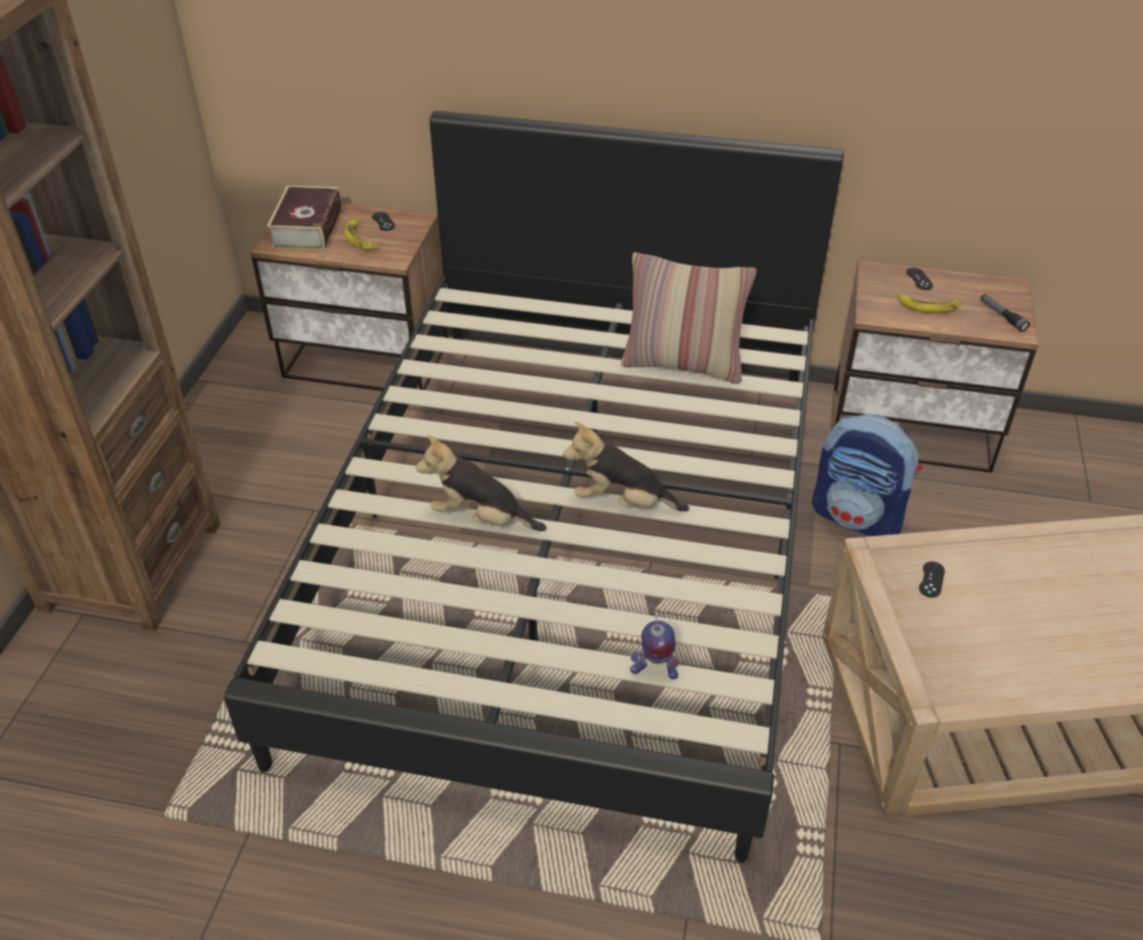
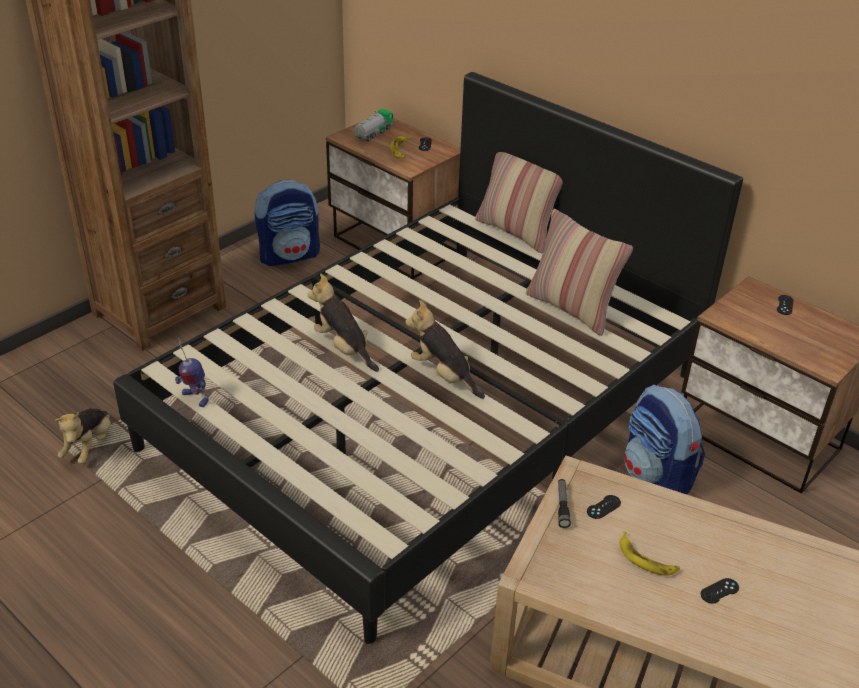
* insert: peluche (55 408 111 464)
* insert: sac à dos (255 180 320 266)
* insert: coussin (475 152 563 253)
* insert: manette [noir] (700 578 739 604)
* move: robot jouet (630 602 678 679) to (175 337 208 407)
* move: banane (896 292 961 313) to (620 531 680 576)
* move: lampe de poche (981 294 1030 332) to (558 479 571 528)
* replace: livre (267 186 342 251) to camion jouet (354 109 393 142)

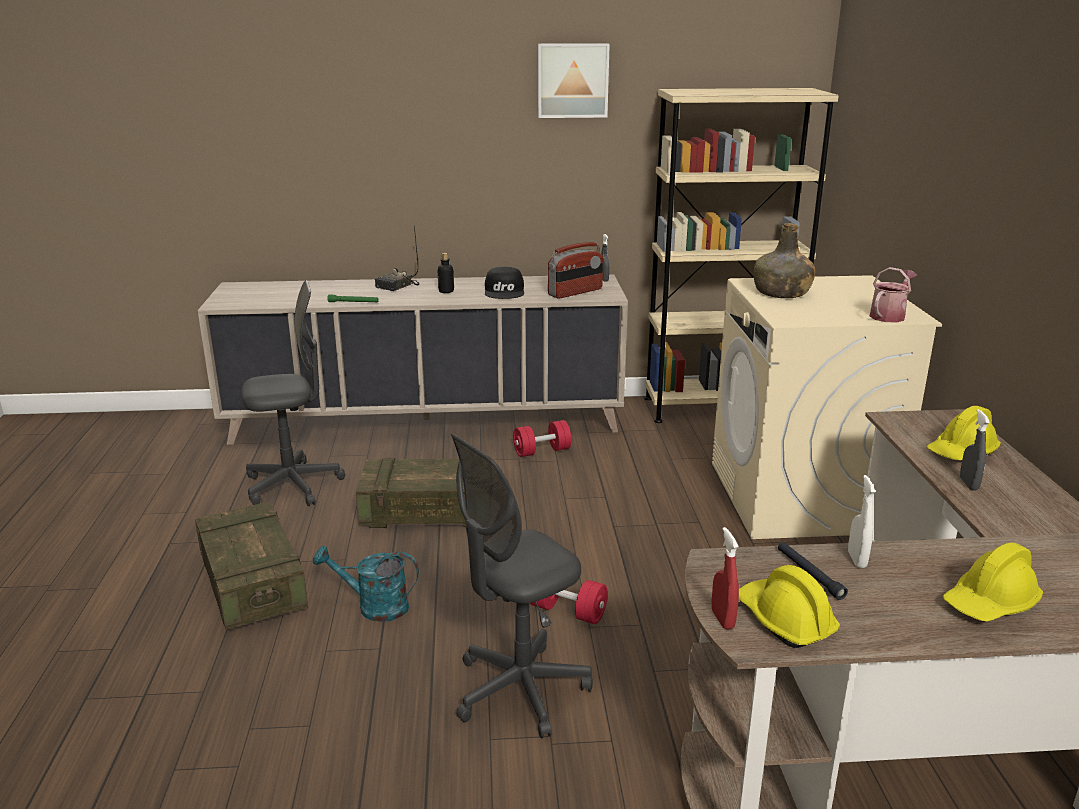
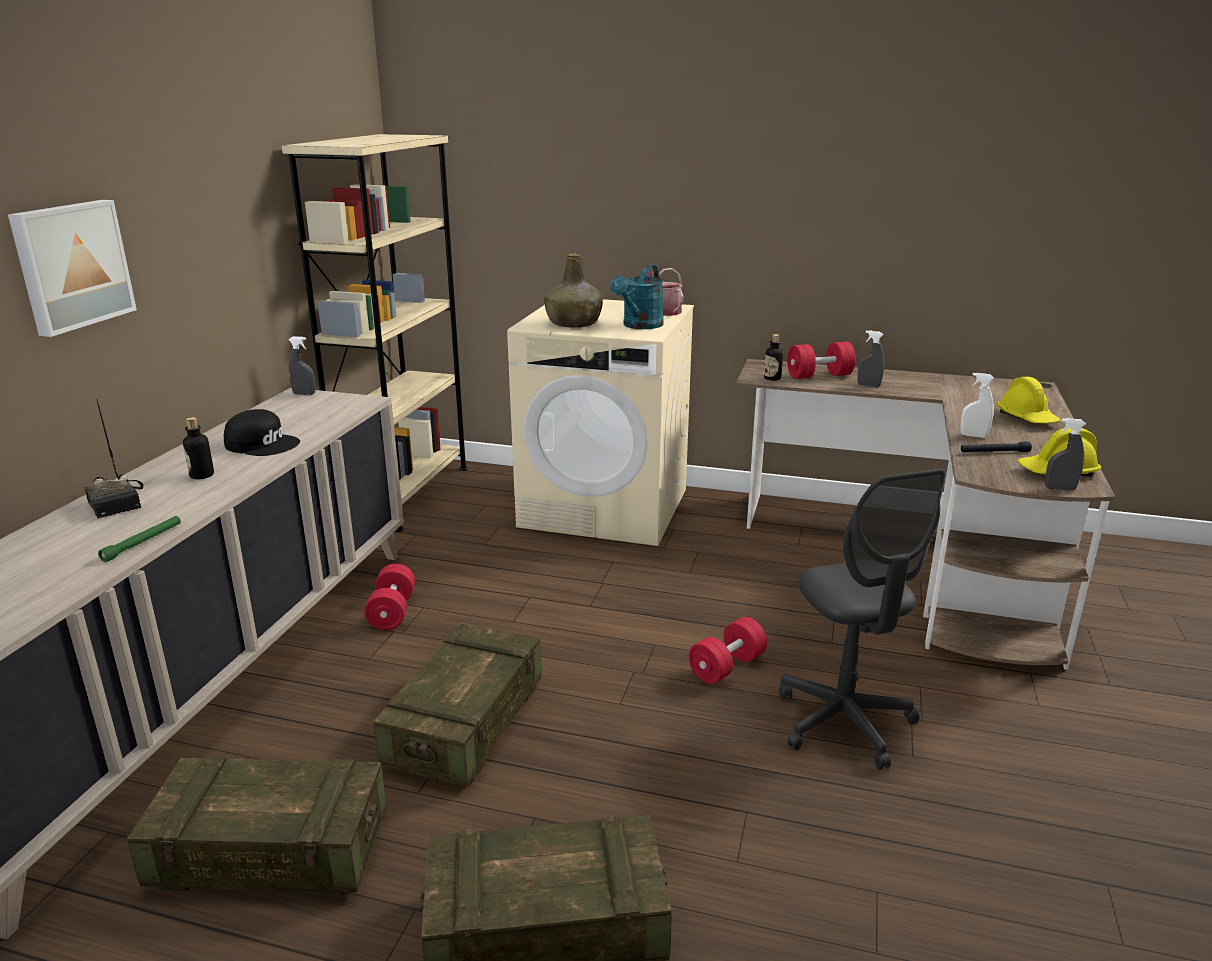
* delete: radio (548 242 603 299)
* insert: bouteille (764 334 783 381)
* move: arrosoir [turquoise] (313 546 419 622) to (610 265 664 329)
* move: tableau (538 43 610 118) to (8 200 137 337)
* replace: chaise de bureau [gris] (241 280 345 506) to caisse (127 757 386 896)
* replace: casque de chantier [jaune] (926 406 1001 460) to haltère [rouge] (787 341 855 379)
* recolor: vaporisateur [rouge] (712 527 739 630) to vaporisateur [gris] (1045 418 1086 491)

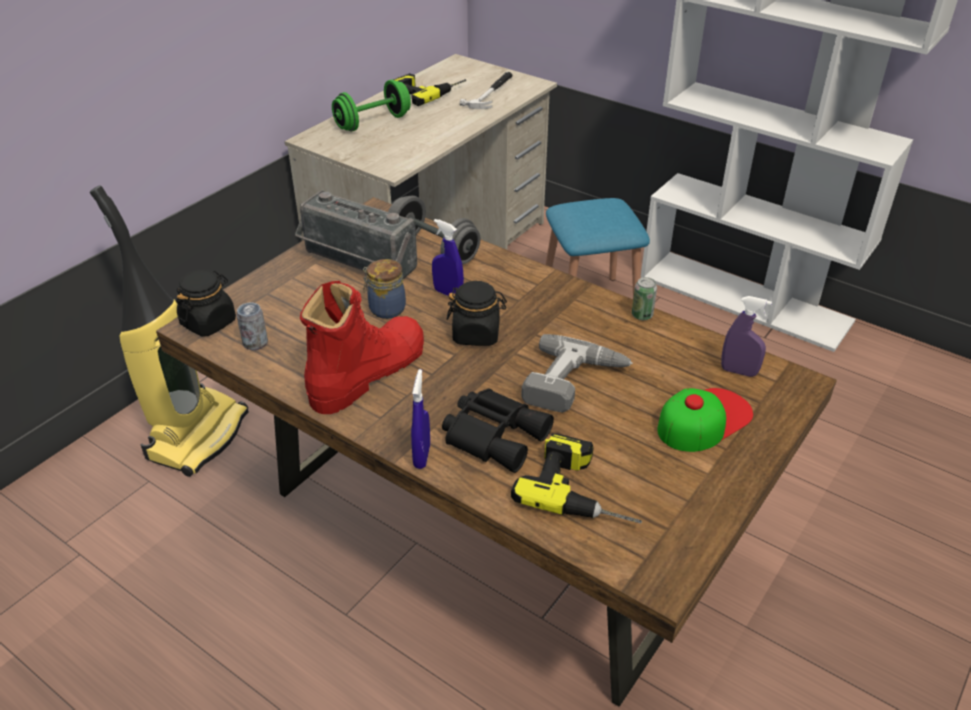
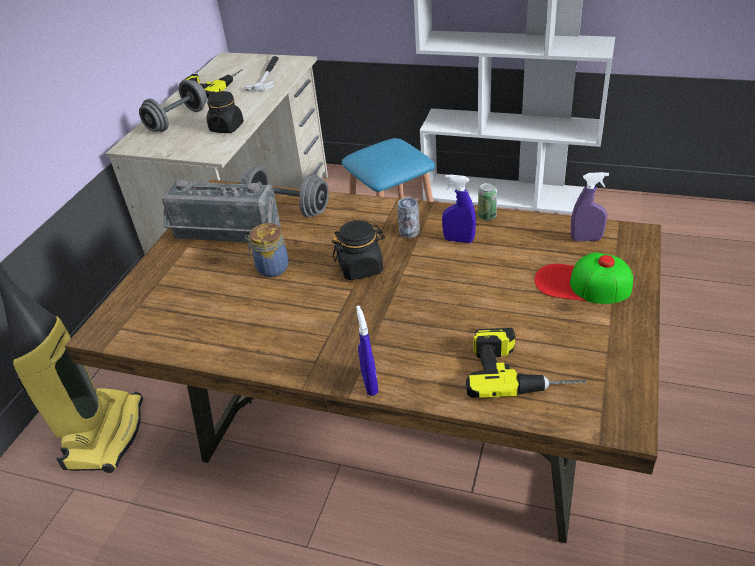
* delete: botte [rouge] (300 281 424 414)
* delete: jumelles [noir] (442 389 554 473)
* delete: perceuse (521 334 633 413)
* move: bocal [noir] (176 270 236 337) to (206 91 244 133)
* move: boîte métallique (237 302 268 350) to (397 198 420 238)
* move: vaporisateur [bleu] (432 219 464 296) to (442 174 476 243)
* recolor: haltère [vert] (332 80 411 131) to haltère [gris] (139 80 207 132)
* rotate: casquette (658 388 753 452) = (534 252 633 304) 105 degrees counterclockwise

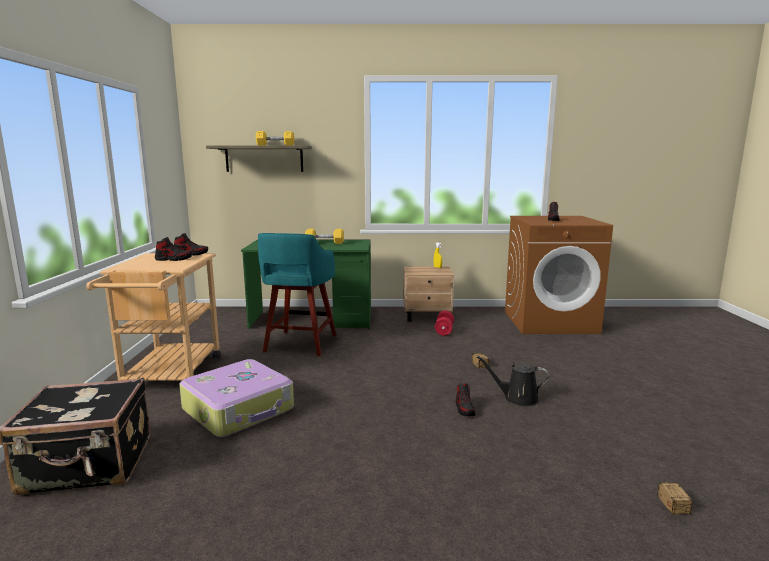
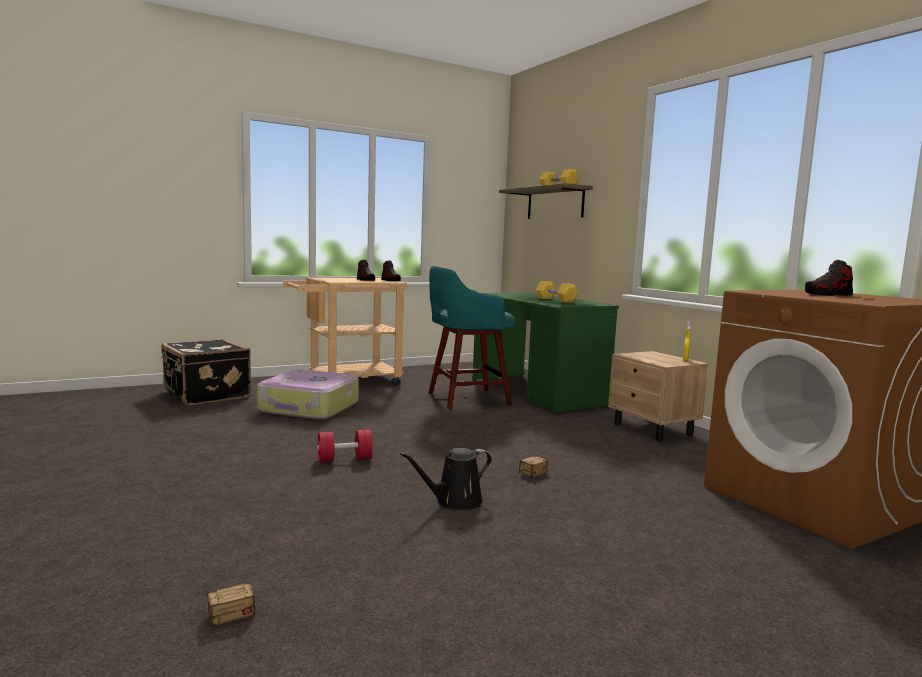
* delete: chaussure (456 383 475 416)
* move: haltère [rouge] (435 310 454 336) to (317 430 373 462)
* rotate: arrosoir [noir] (477 356 549 406) = (400 448 492 510) 105 degrees counterclockwise

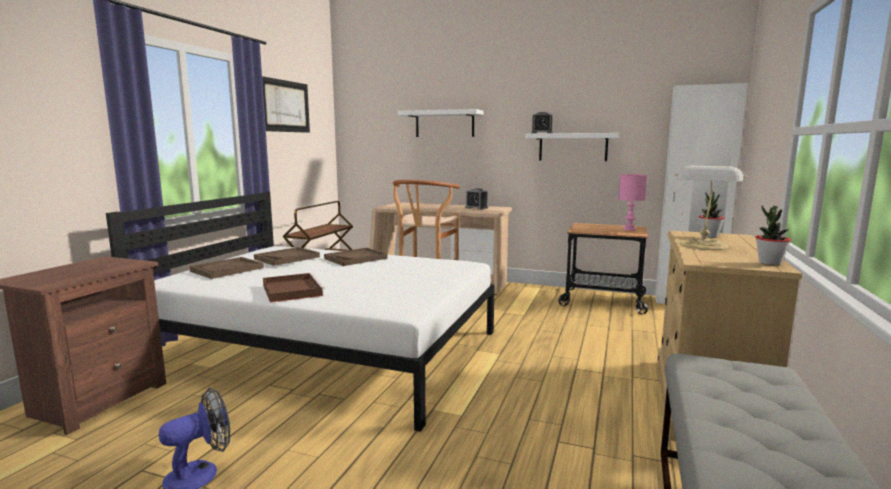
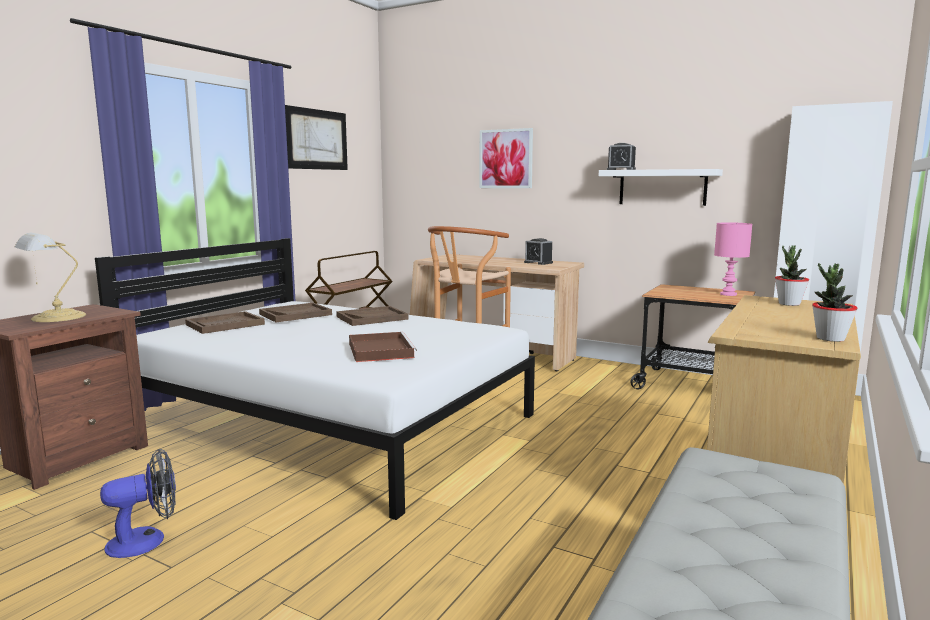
* move: plateau [marron] (263 273 325 303) to (349 332 417 362)
* move: lampe de table (675 166 747 250) to (15 233 86 322)
* replace: étagère [blanc] (398 109 483 137) to tableau (479 128 533 188)

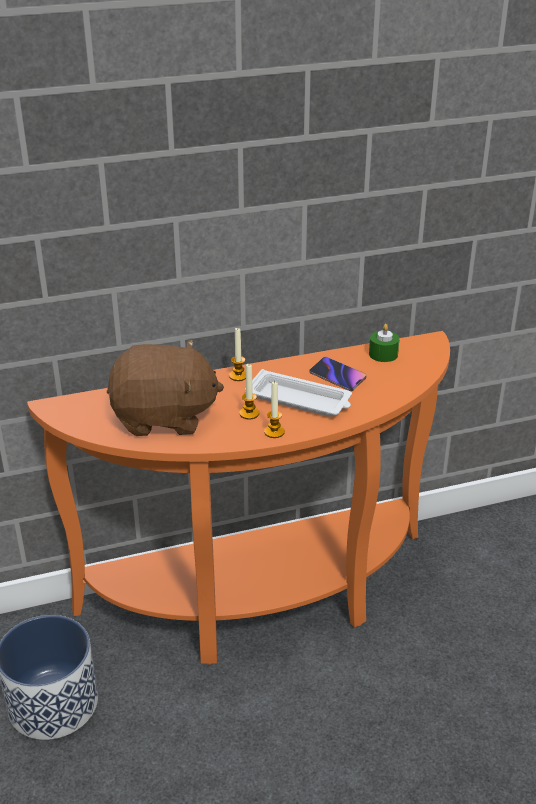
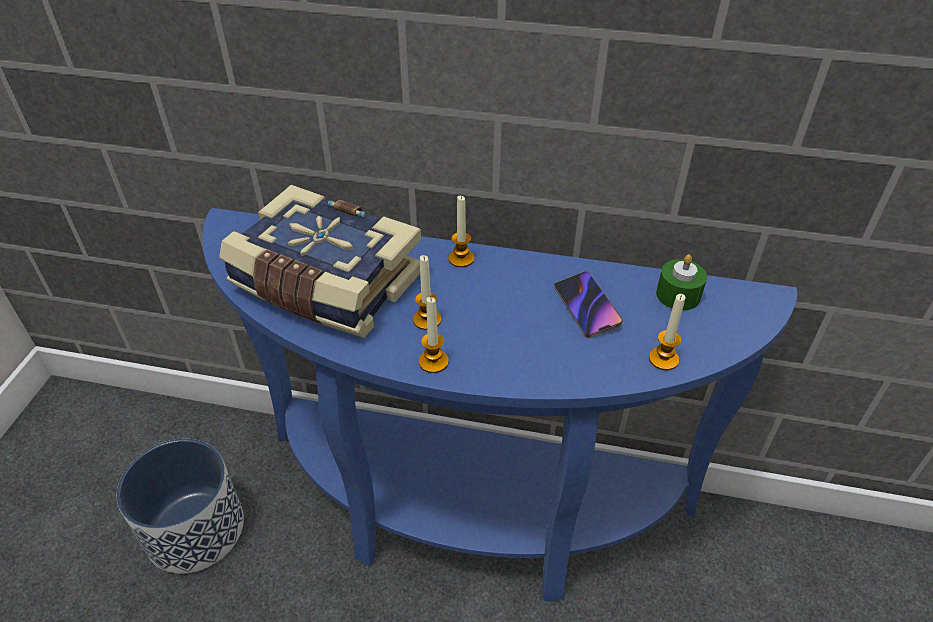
* delete: plateau [blanc] (245 369 352 417)
* insert: bougie (649 294 686 370)
* replace: peluche [marron] (107 339 224 436) to livre (219 185 421 338)
* recolor: table console [orange] (27 331 450 665) to table console [bleu] (202 208 797 601)

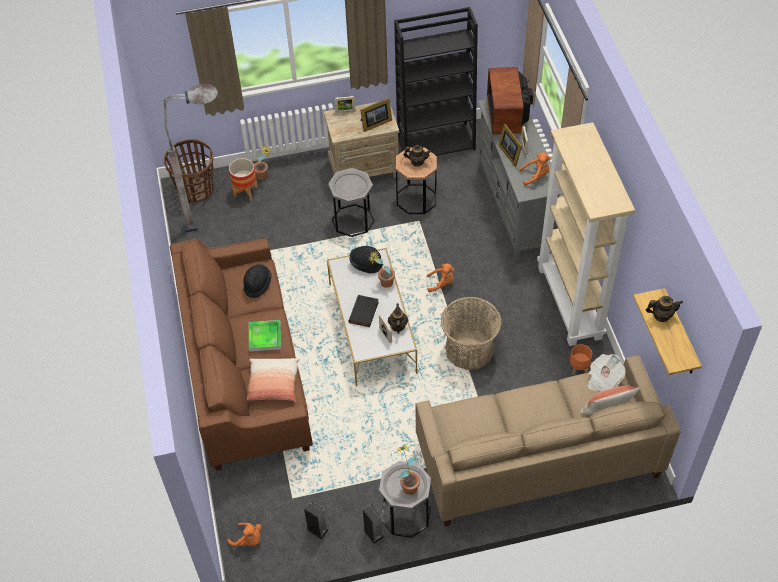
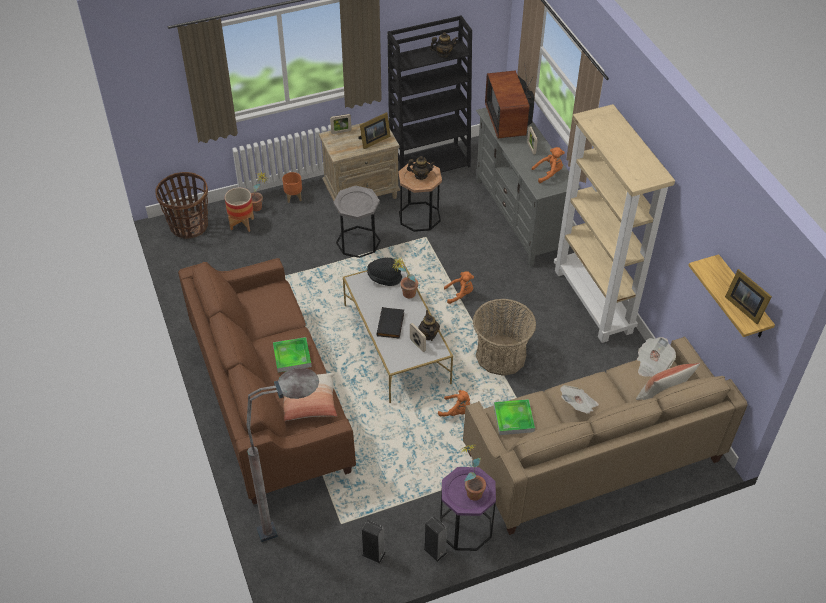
* delete: chapeau [noir] (243 264 272 298)
* insert: plateau (494 399 535 435)
* insert: journal (560 385 599 414)
* move: lampadaire [gris] (164 84 218 233) to (247 367 319 542)
* move: peluche [orange] (228 523 262 547) to (438 390 470 416)
* move: cadre photo (498 124 522 167) to (725 269 772 324)
* move: cache-pot [orange] (570 344 592 376) to (282 172 302 203)
* move: théière (646 296 683 322) to (430 32 458 58)
* recolor: table d'appoint [gris] (379 461 431 538) to table d'appoint [violet] (440 467 496 551)

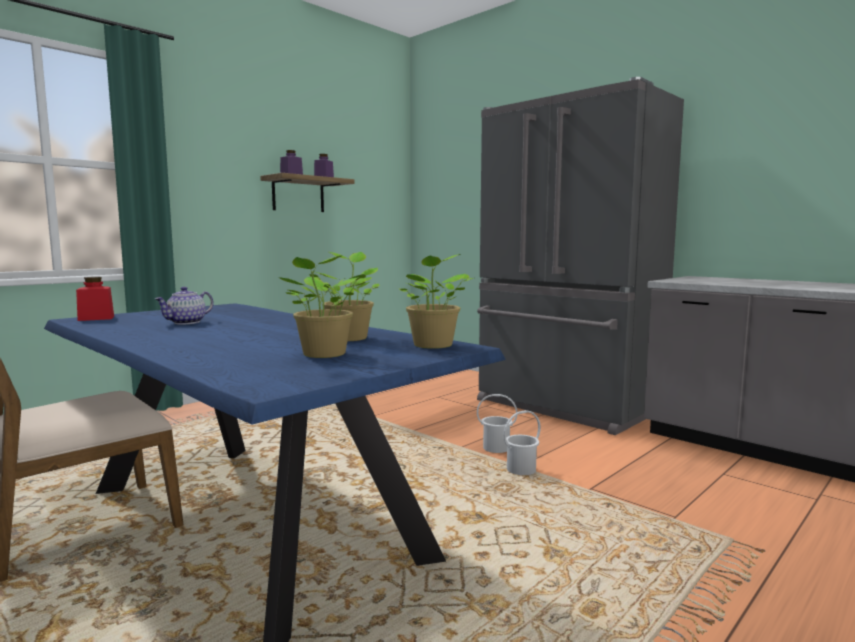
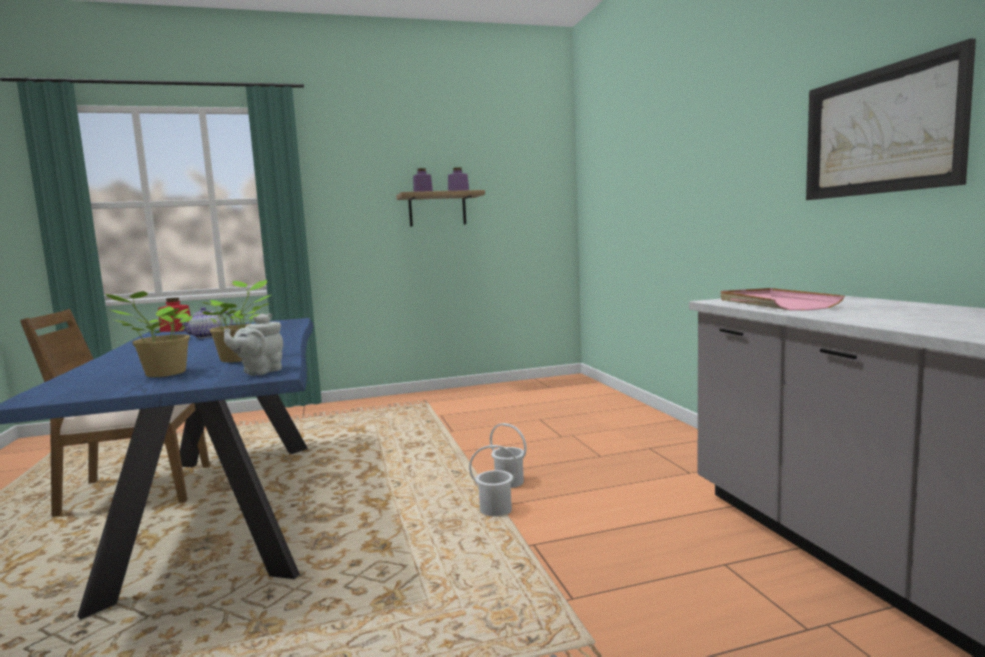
* delete: réfrigérateur [gris] (477 77 684 435)
* insert: plateau [rose] (721 288 844 311)
* insert: tableau (806 38 976 200)
* replace: plante en pot (399 254 473 349) to théière [gris] (224 313 283 375)

